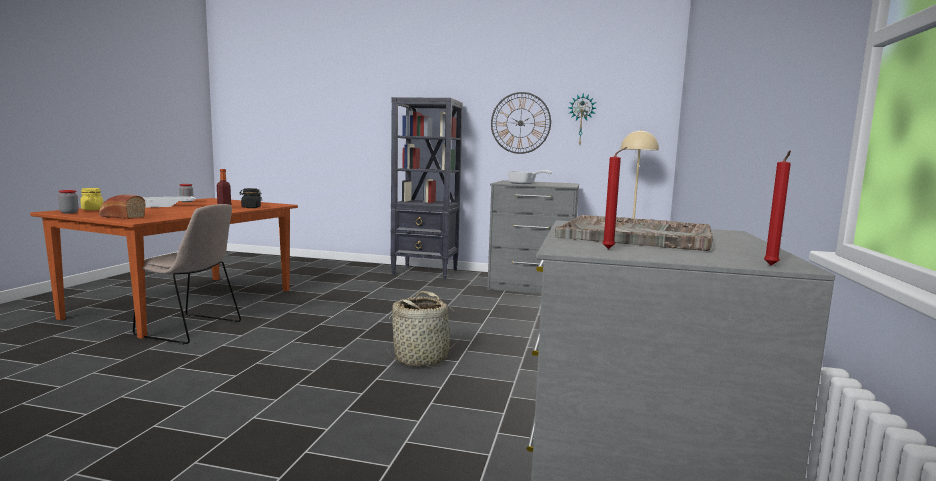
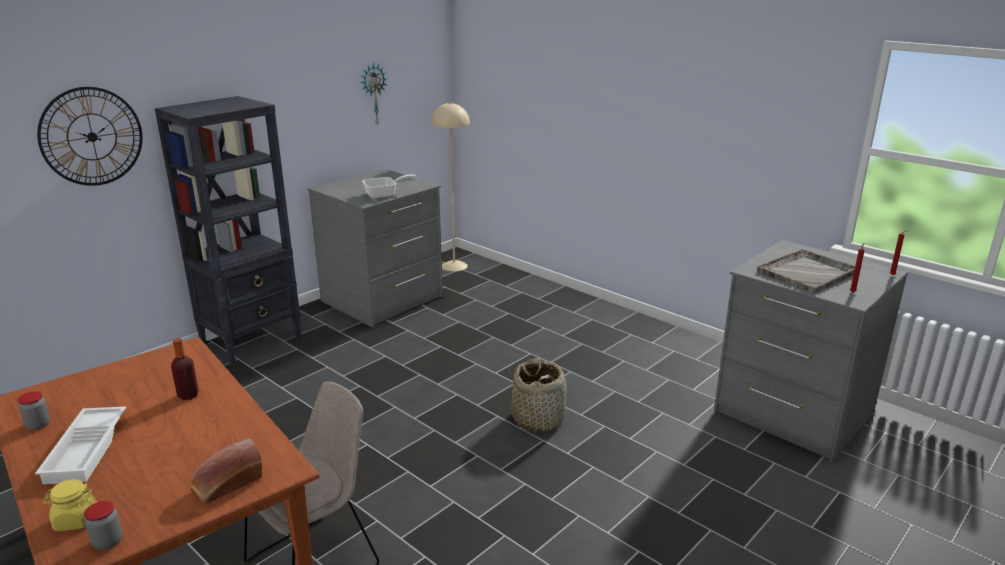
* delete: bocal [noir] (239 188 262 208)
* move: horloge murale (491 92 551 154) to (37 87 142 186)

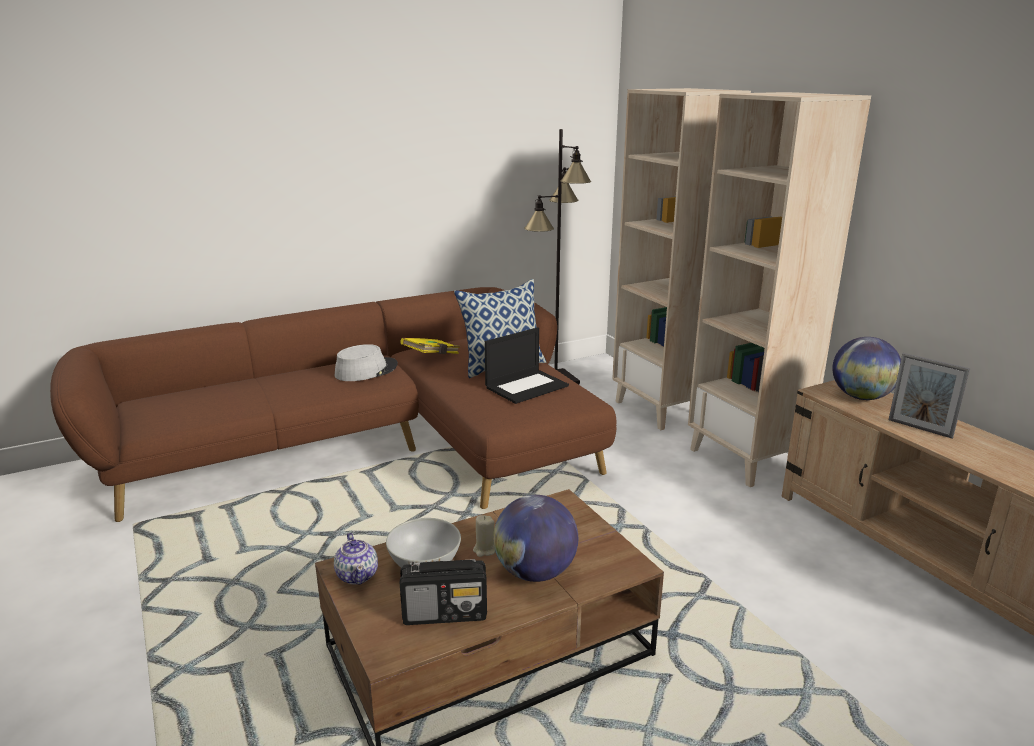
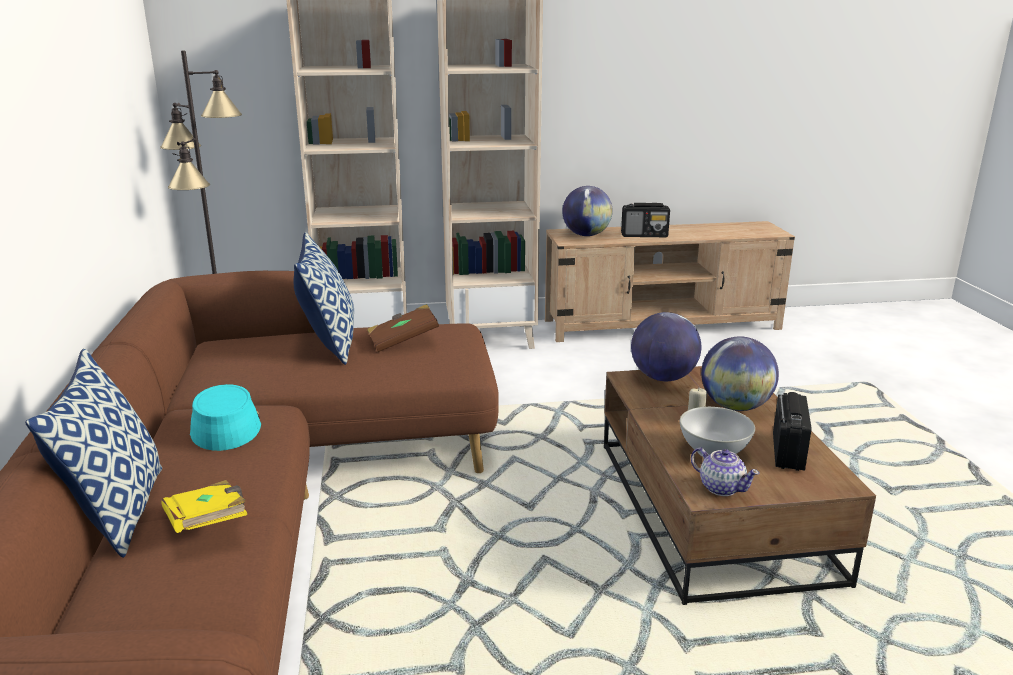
* insert: coussin (25 348 162 557)
* insert: globe (631 312 701 381)
* move: livre [jaune] (400 338 460 354) to (162 480 247 533)
* replace: ordinateur portable (485 327 569 404) to livre [marron] (367 304 439 352)
* replace: cadre photo (889 353 970 439) to radio (621 203 670 237)
* recolor: chapeau [gris] (335 344 398 381) to chapeau [turquoise] (190 384 261 451)
* rotate: théière (334 533 378 585) = (691 447 760 496) 45 degrees clockwise

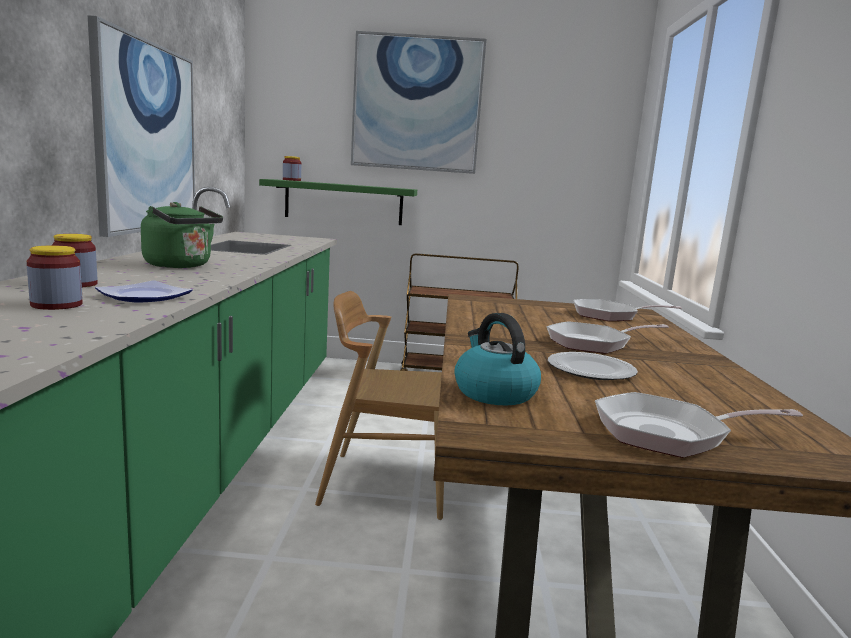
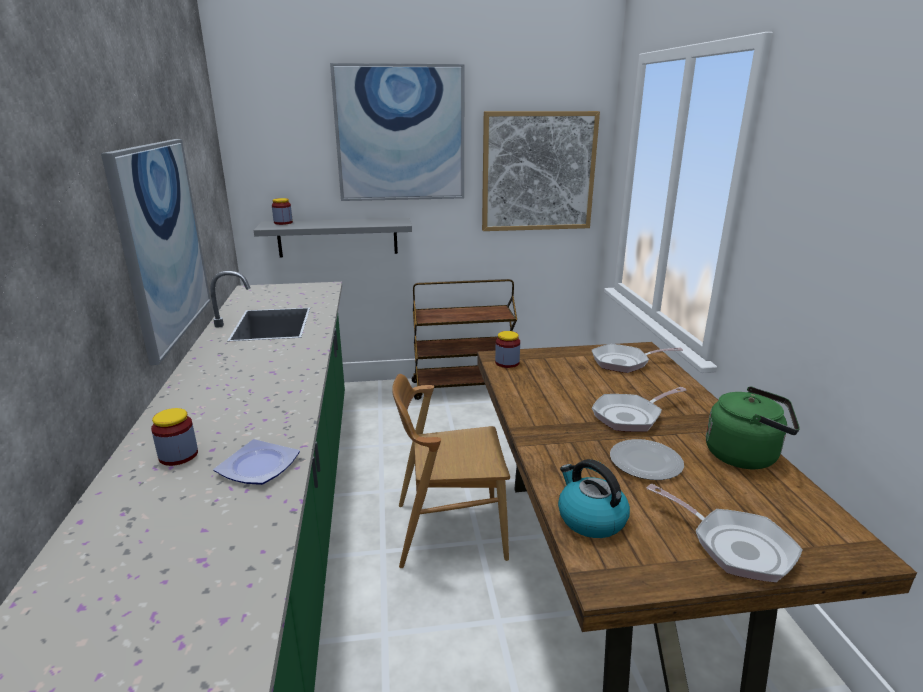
* insert: tableau (482 111 600 231)
* move: bocal (27 246 83 310) to (495 331 520 368)
* move: bouilloire [vert] (141 202 223 268) to (706 386 800 469)
* recolor: étagère [vert] (259 179 417 225) to étagère [gris] (253 218 412 257)
* rotate: poêle (595 392 803 458) = (647 484 803 582) 120 degrees counterclockwise

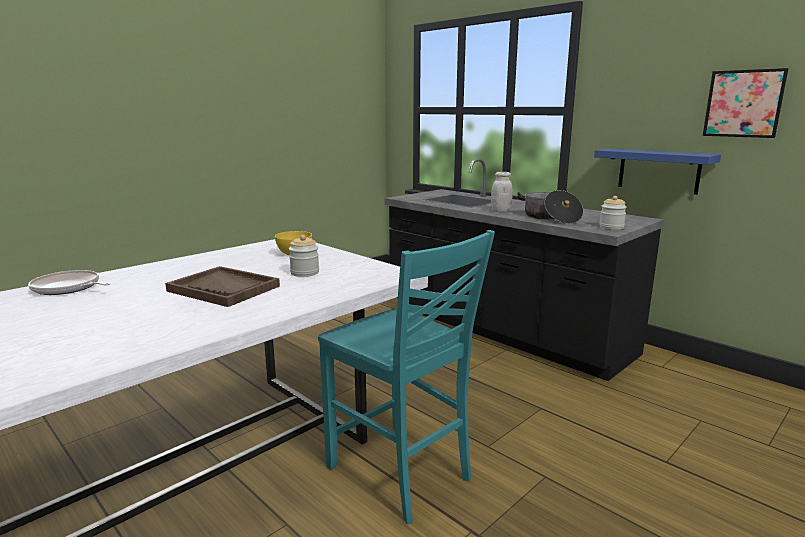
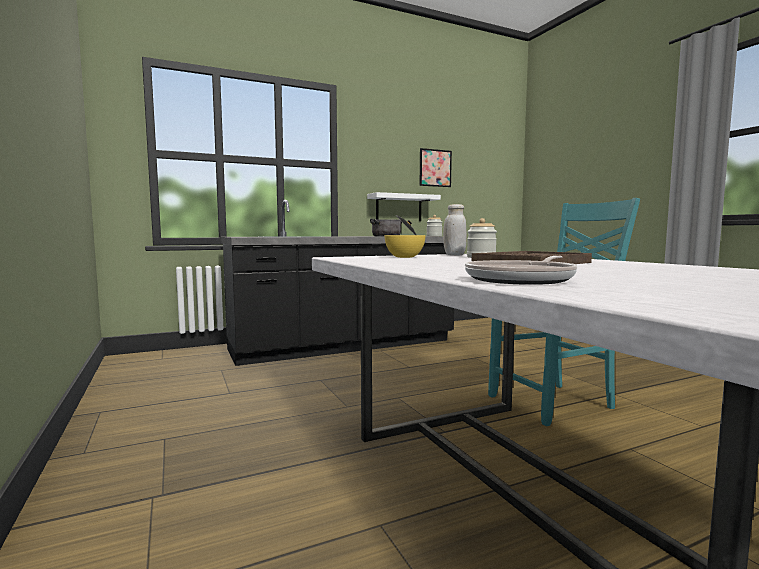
* move: bocal [blanc] (491 172 513 212) to (443 204 467 255)
* recolor: étagère [bleu] (594 148 721 195) to étagère [blanc] (367 192 441 221)

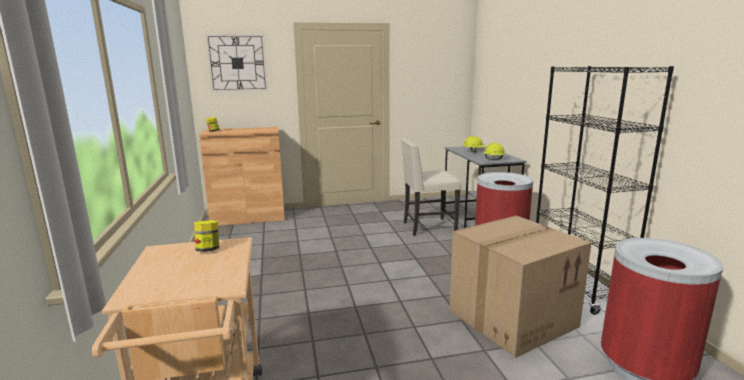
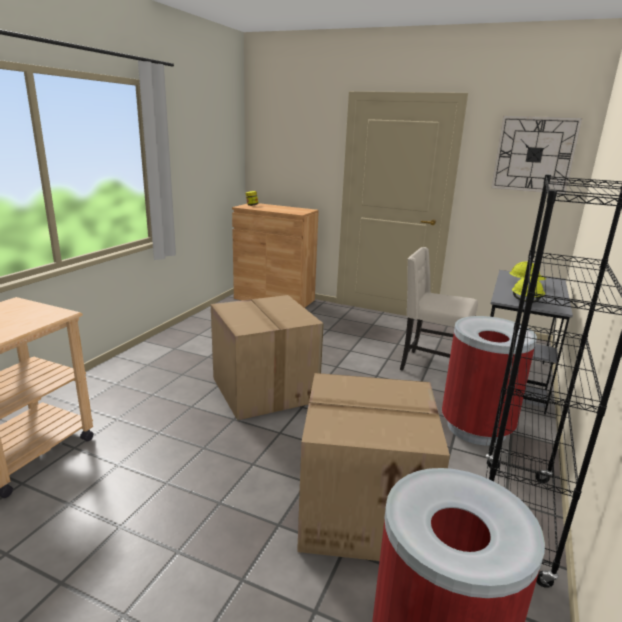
* delete: bocal (194 220 219 252)
* insert: carton (211 295 324 420)
* move: horloge murale (205 34 268 92) to (491 116 582 194)

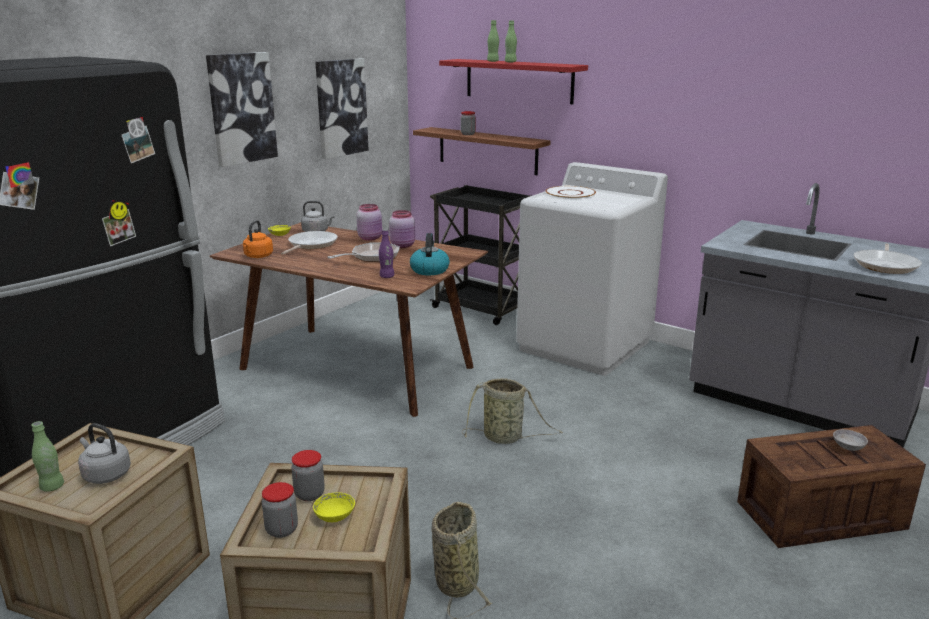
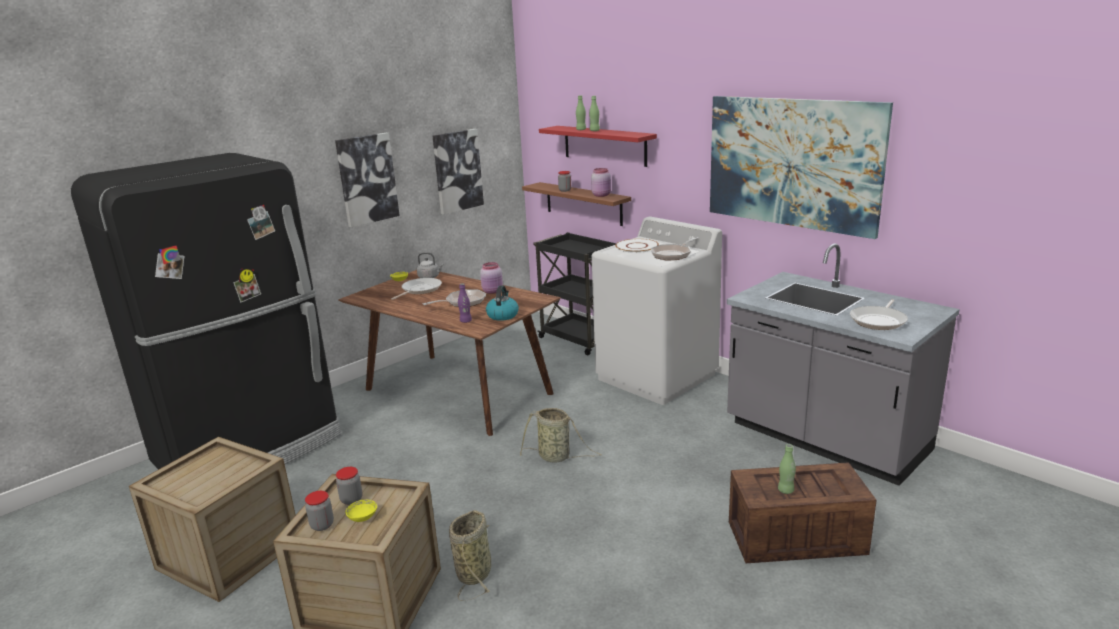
* delete: bouilloire [gris] (78 423 131 484)
* delete: bouilloire [orange] (243 220 273 258)
* delete: bol [gris] (833 429 868 451)
* insert: poêle (651 237 699 261)
* insert: tableau (710 96 893 239)
* move: bouteille [vert] (31 421 64 492) to (778 444 796 494)
* move: bocal [rose] (357 204 382 241) to (591 168 611 197)

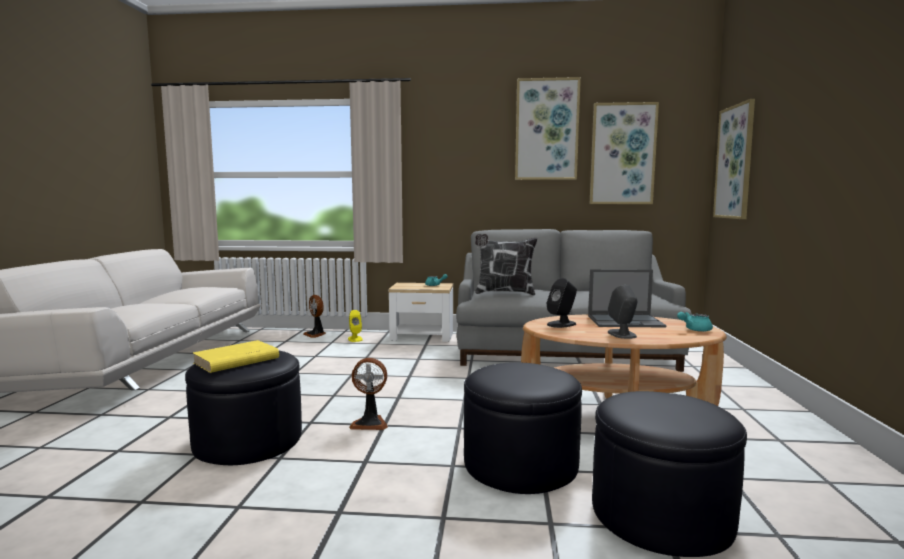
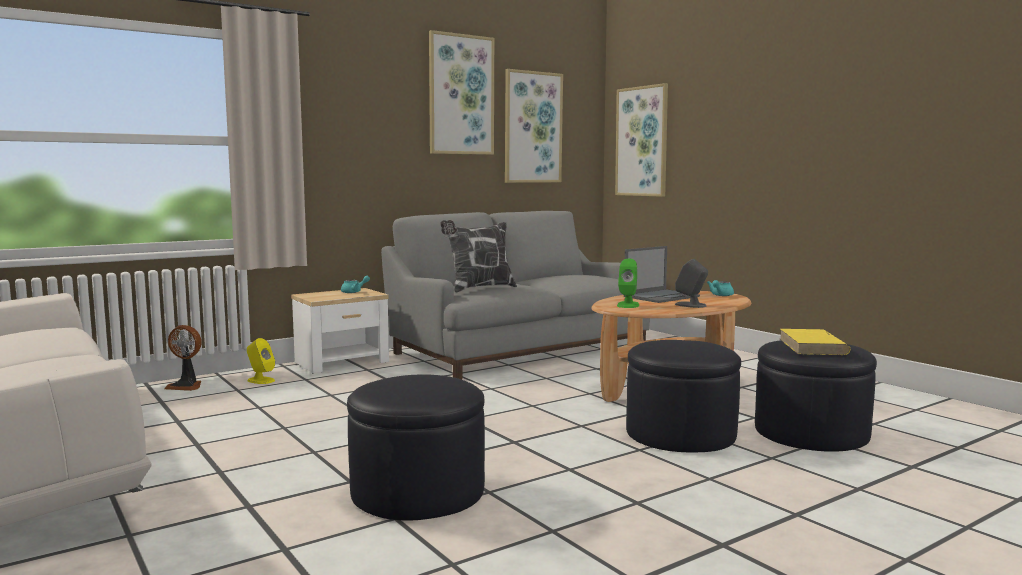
* delete: ventilateur (349 358 388 430)
* move: livre [jaune] (193 340 279 373) to (780 329 850 355)
* recolor: enceinte [noir] (547 278 577 328) to enceinte [vert] (617 259 639 308)

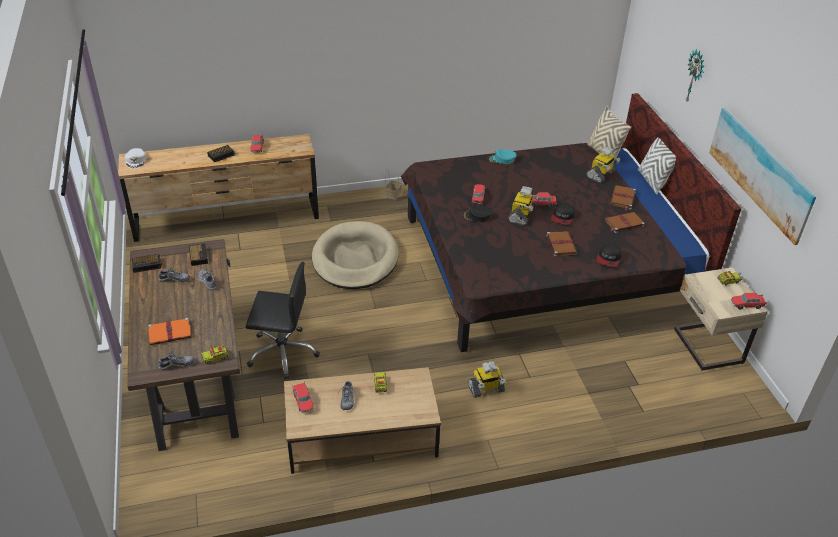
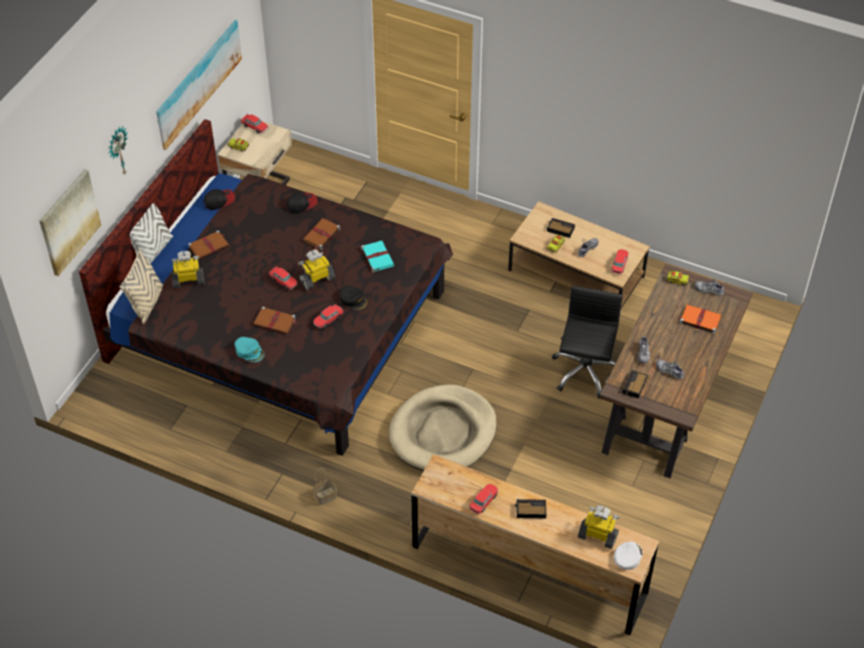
* insert: tableau (39 169 101 276)
* insert: livre [turquoise] (361 241 394 272)
* move: réveil (132 254 162 273) to (547 218 575 238)
* move: robot jouet (468 361 506 398) to (578 505 620 549)
* move: casquette (551 203 575 225) to (203 189 235 210)
* move: livre [marron] (605 212 645 233) to (253 307 296 335)
* rotate: chaise de bureau [noir] (246 262 320 380) = (552 285 623 399) 60 degrees clockwise

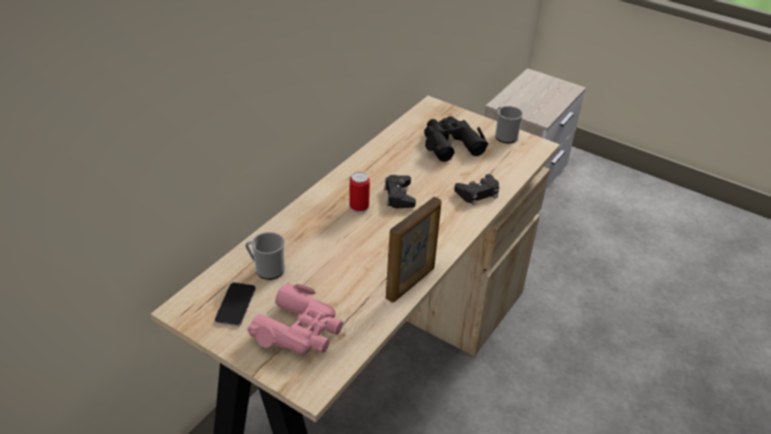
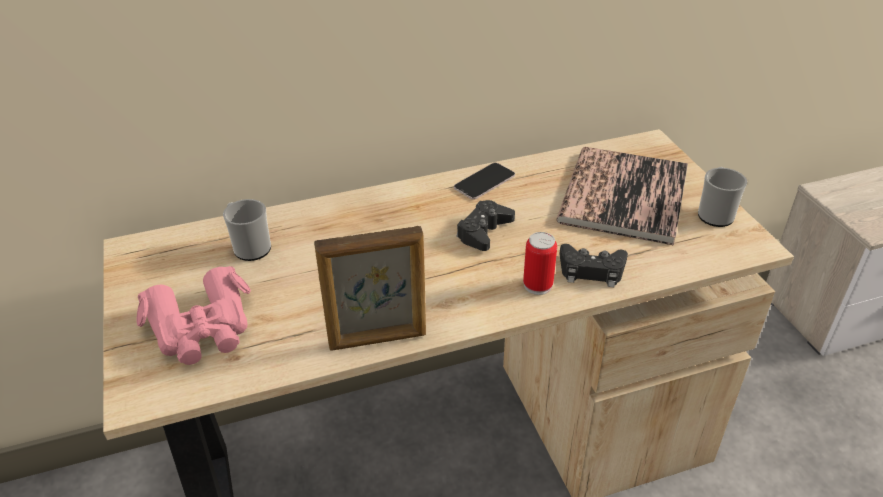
* move: téléphone (214 282 256 327) to (454 163 515 200)
* move: boîte métallique (349 172 370 213) to (523 232 557 295)
* replace: jumelles [noir] (424 116 488 162) to livre (556 147 688 245)

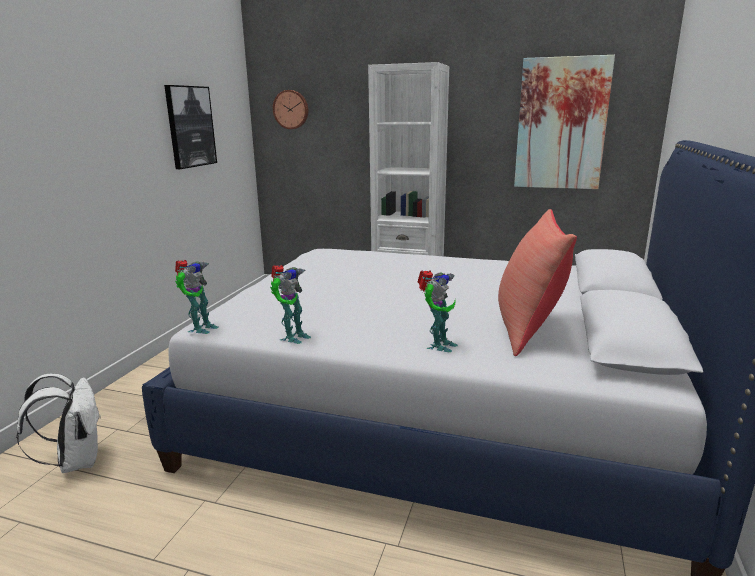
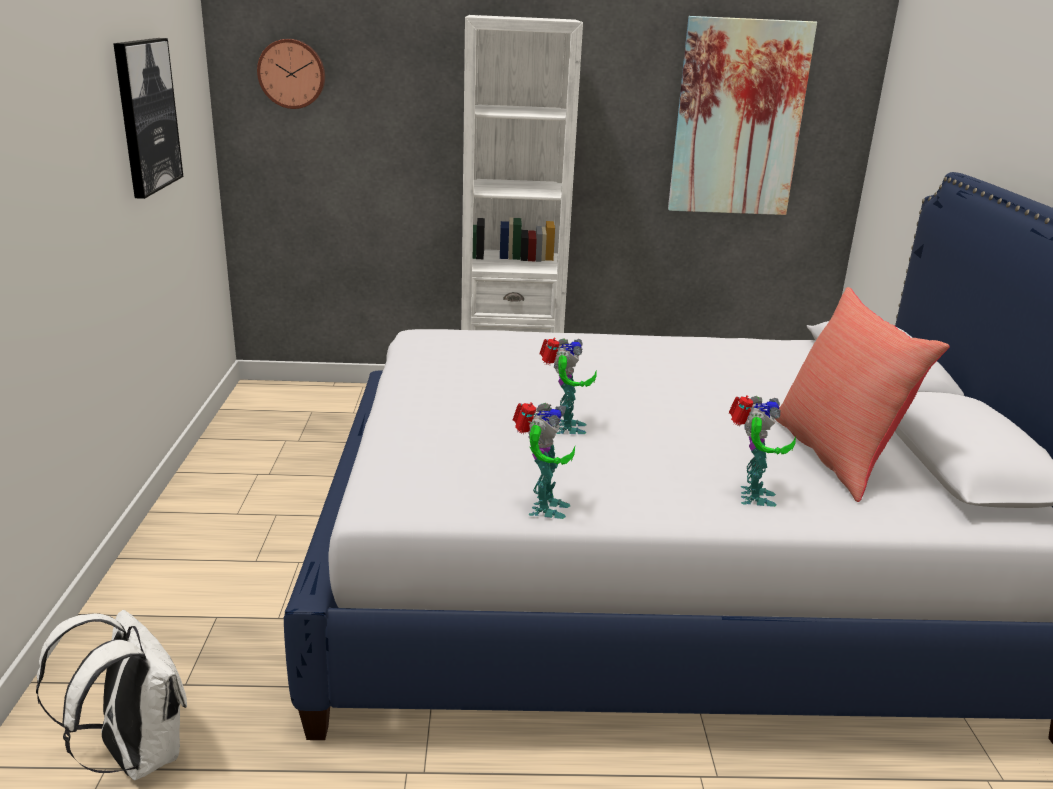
* move: robot jouet (175 260 219 334) to (540 338 596 434)

